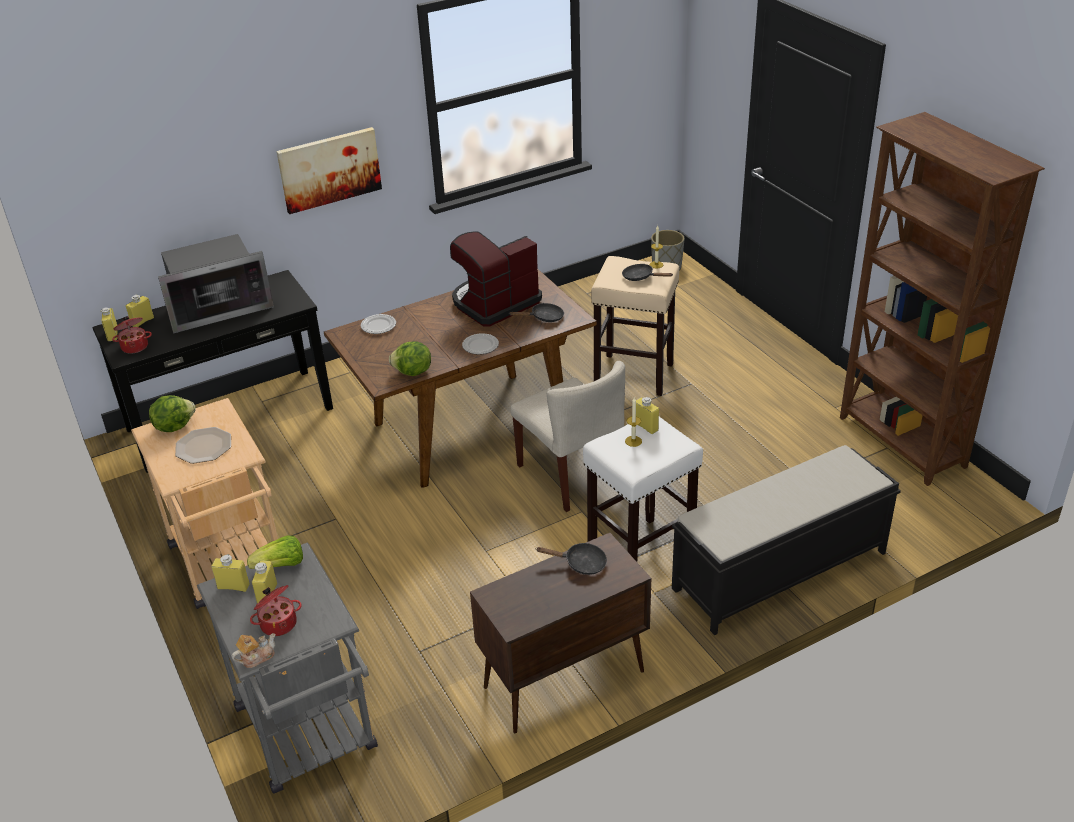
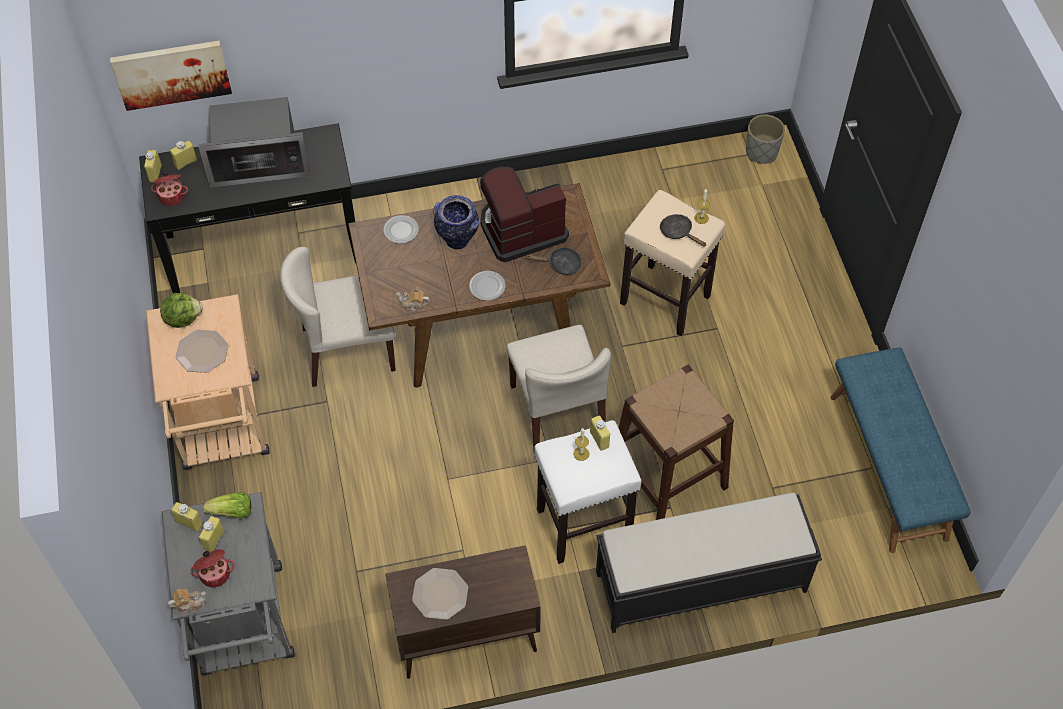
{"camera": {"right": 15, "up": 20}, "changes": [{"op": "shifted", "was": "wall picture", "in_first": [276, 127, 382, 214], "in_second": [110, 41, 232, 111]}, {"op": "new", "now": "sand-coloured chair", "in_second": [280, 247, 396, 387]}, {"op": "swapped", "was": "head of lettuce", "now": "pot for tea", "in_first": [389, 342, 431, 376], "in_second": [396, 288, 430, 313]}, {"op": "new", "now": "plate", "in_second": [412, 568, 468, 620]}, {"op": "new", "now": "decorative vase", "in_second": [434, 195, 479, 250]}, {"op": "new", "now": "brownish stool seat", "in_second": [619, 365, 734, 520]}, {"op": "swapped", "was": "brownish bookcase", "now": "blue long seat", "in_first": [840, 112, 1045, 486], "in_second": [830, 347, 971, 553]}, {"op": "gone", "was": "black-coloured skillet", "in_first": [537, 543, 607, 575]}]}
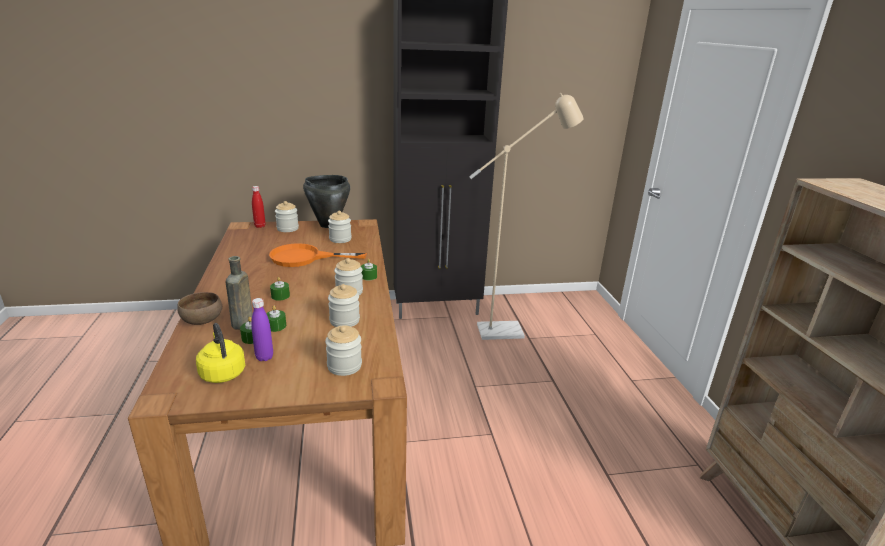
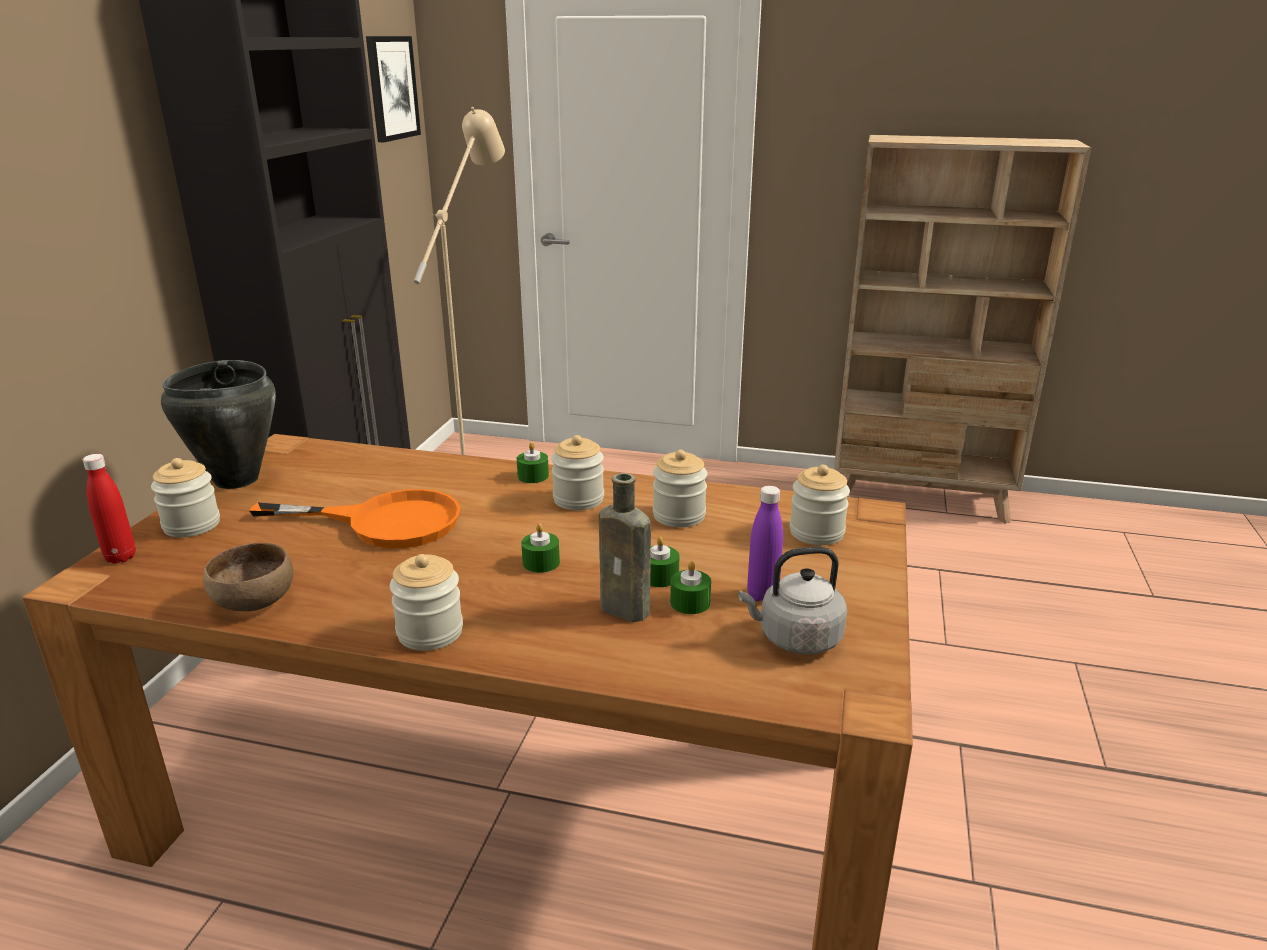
{"camera": {"right": -65, "up": 0}, "changes": [{"op": "shifted", "was": "brownish bowl", "in_first": [177, 292, 222, 325], "in_second": [203, 543, 293, 611]}, {"op": "rotated", "was": "orangey skillet", "in_first": [269, 243, 367, 267], "in_second": [249, 489, 460, 549], "clockwise": -105}, {"op": "new", "now": "wall picture", "in_second": [366, 36, 421, 142]}, {"op": "shifted", "was": "preserve jar", "in_first": [328, 211, 352, 243], "in_second": [390, 554, 463, 651]}, {"op": "repainted", "was": "yellow water kettle", "now": "gray water kettle", "in_first": [196, 323, 245, 383], "in_second": [738, 547, 847, 654]}]}
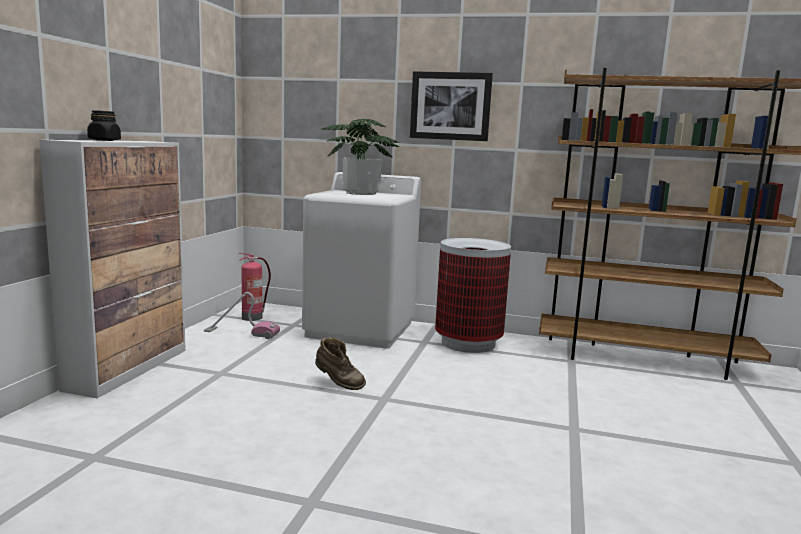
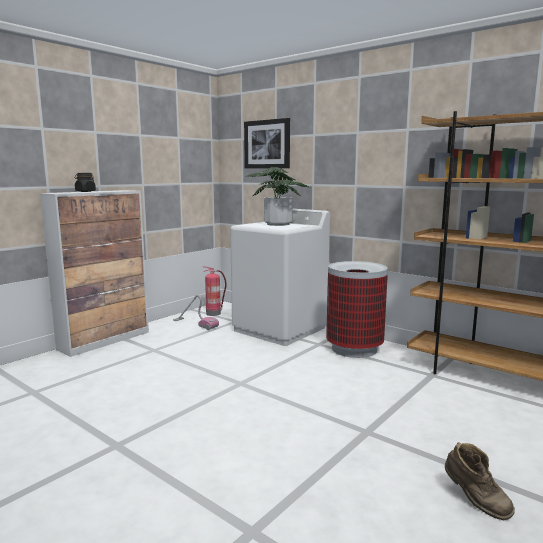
{"camera": {"right": 25, "up": 0}, "changes": [{"op": "shifted", "was": "wall picture", "in_first": [410, 71, 493, 141], "in_second": [244, 118, 290, 169]}, {"op": "shifted", "was": "brownish tall boot", "in_first": [315, 338, 366, 390], "in_second": [445, 442, 515, 520]}]}
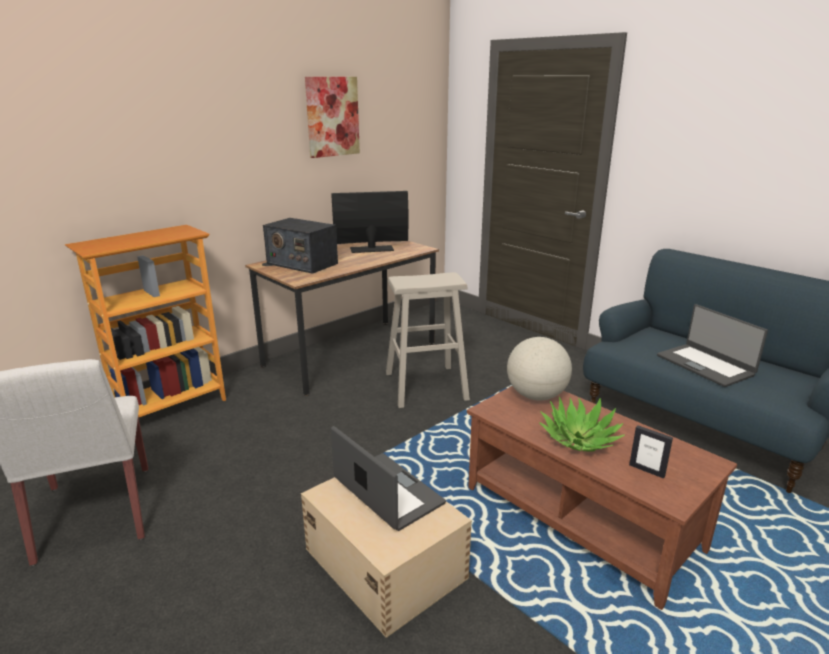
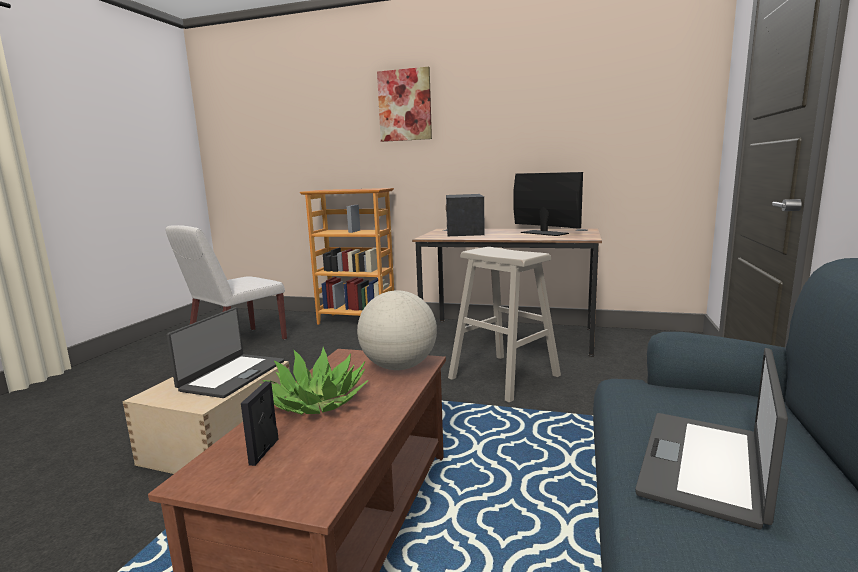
{"camera": {"right": 60, "up": -10}, "changes": [{"op": "shifted", "was": "wall picture", "in_first": [305, 77, 360, 158], "in_second": [377, 67, 432, 142]}]}
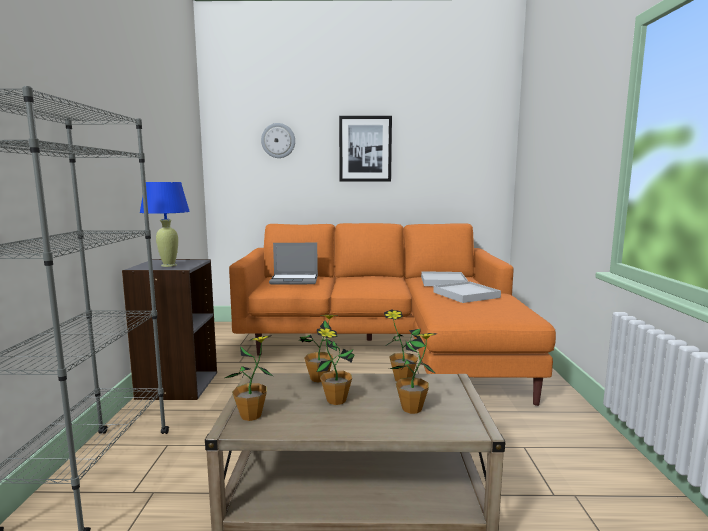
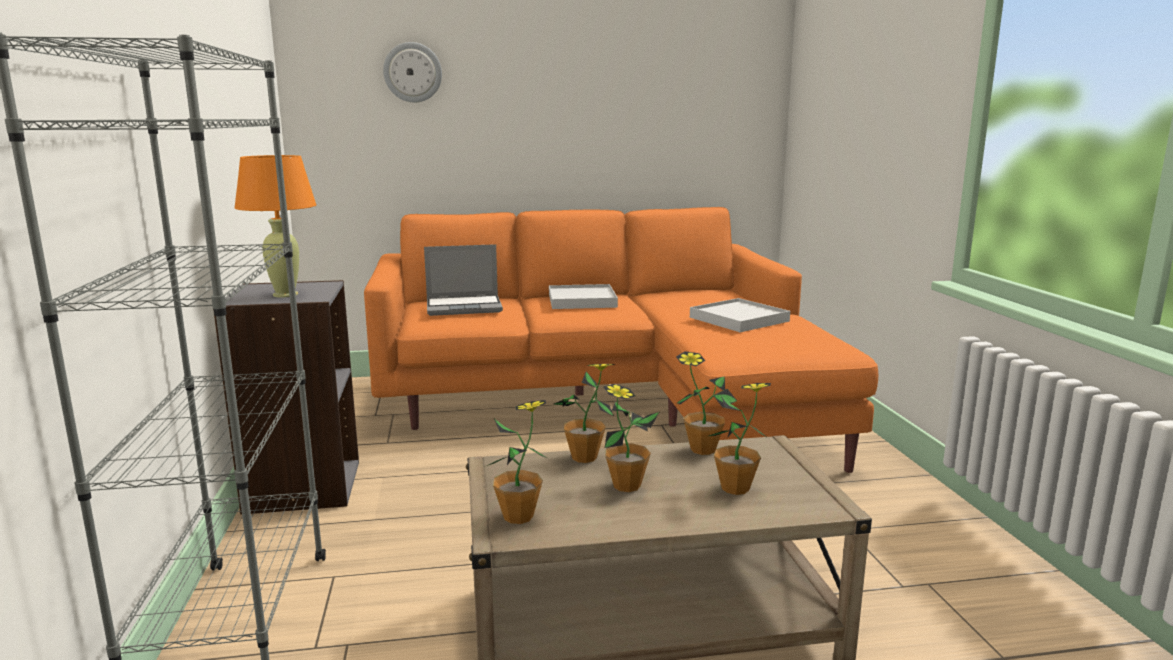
{"camera": {"right": -10, "up": 5}, "changes": [{"op": "repainted", "was": "blue lamp for a table", "now": "orangey lamp for a table", "in_first": [140, 182, 190, 267], "in_second": [234, 155, 317, 297]}, {"op": "shifted", "was": "white-coloured carrying tray", "in_first": [421, 271, 468, 286], "in_second": [549, 284, 618, 309]}, {"op": "gone", "was": "wall picture", "in_first": [339, 116, 392, 181]}]}
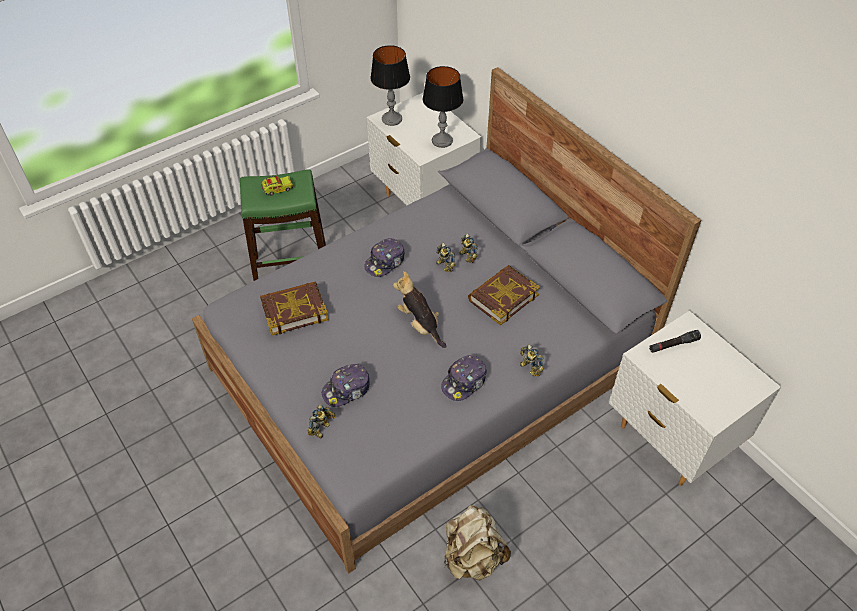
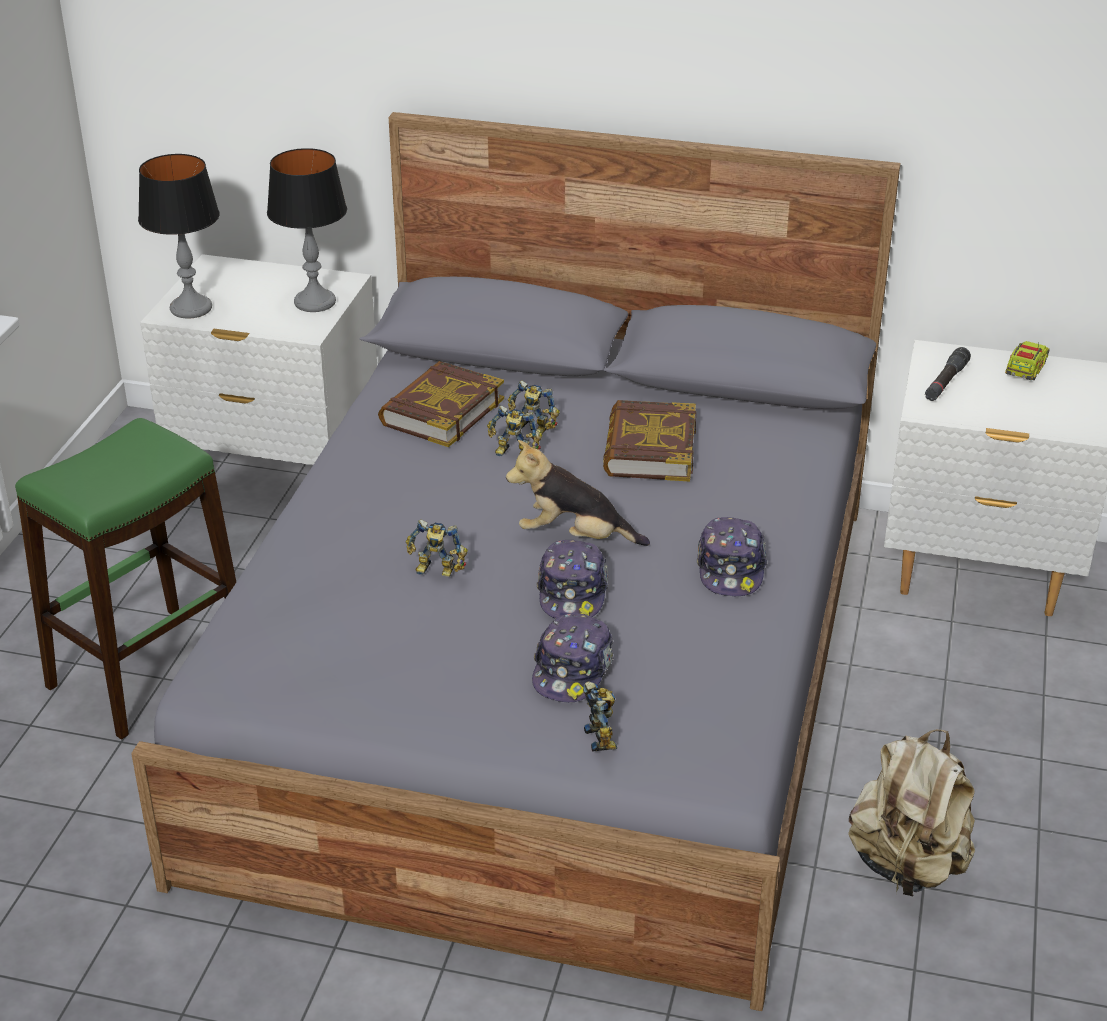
{"camera": {"right": -40, "up": -15}, "changes": [{"op": "shifted", "was": "book", "in_first": [260, 281, 329, 336], "in_second": [378, 361, 504, 447]}, {"op": "shifted", "was": "robot figure", "in_first": [520, 344, 544, 376], "in_second": [406, 520, 468, 577]}, {"op": "shifted", "was": "baseball cap", "in_first": [364, 238, 405, 277], "in_second": [537, 540, 608, 619]}, {"op": "shifted", "was": "model truck", "in_first": [261, 175, 293, 196], "in_second": [1005, 341, 1050, 380]}]}
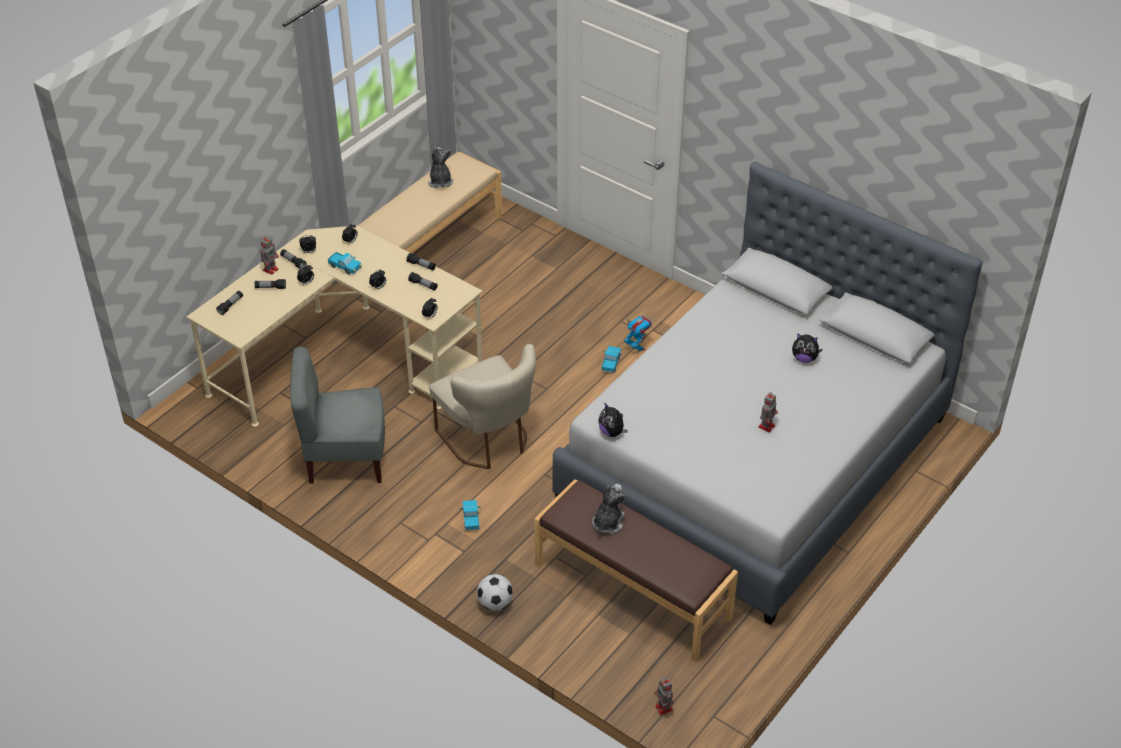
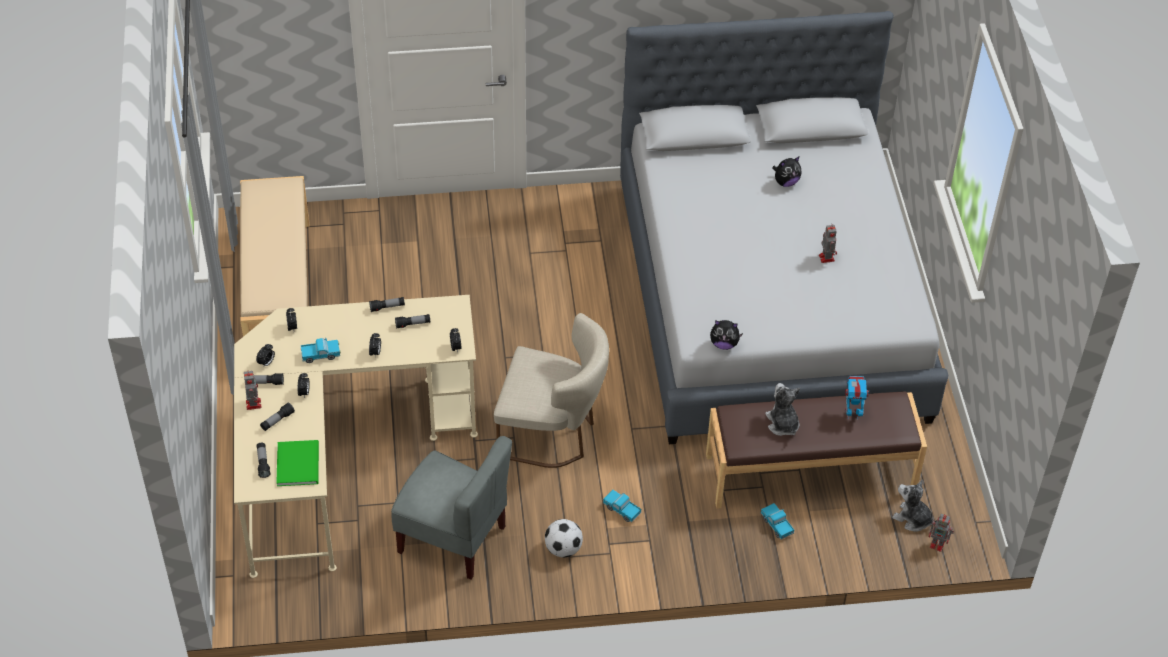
{"camera": {"right": -45, "up": 5}, "changes": [{"op": "new", "now": "greenish book", "in_second": [276, 440, 319, 486]}, {"op": "rotated", "was": "gray chair", "in_first": [290, 347, 385, 484], "in_second": [391, 436, 512, 580], "clockwise": -105}, {"op": "shifted", "was": "football ball", "in_first": [477, 574, 513, 611], "in_second": [545, 519, 583, 558]}, {"op": "shifted", "was": "model truck", "in_first": [601, 346, 622, 373], "in_second": [761, 503, 794, 540]}, {"op": "shifted", "was": "robot figure", "in_first": [624, 316, 652, 354], "in_second": [845, 376, 870, 420]}, {"op": "shifted", "was": "soft toy", "in_first": [428, 147, 453, 188], "in_second": [892, 480, 937, 532]}]}
